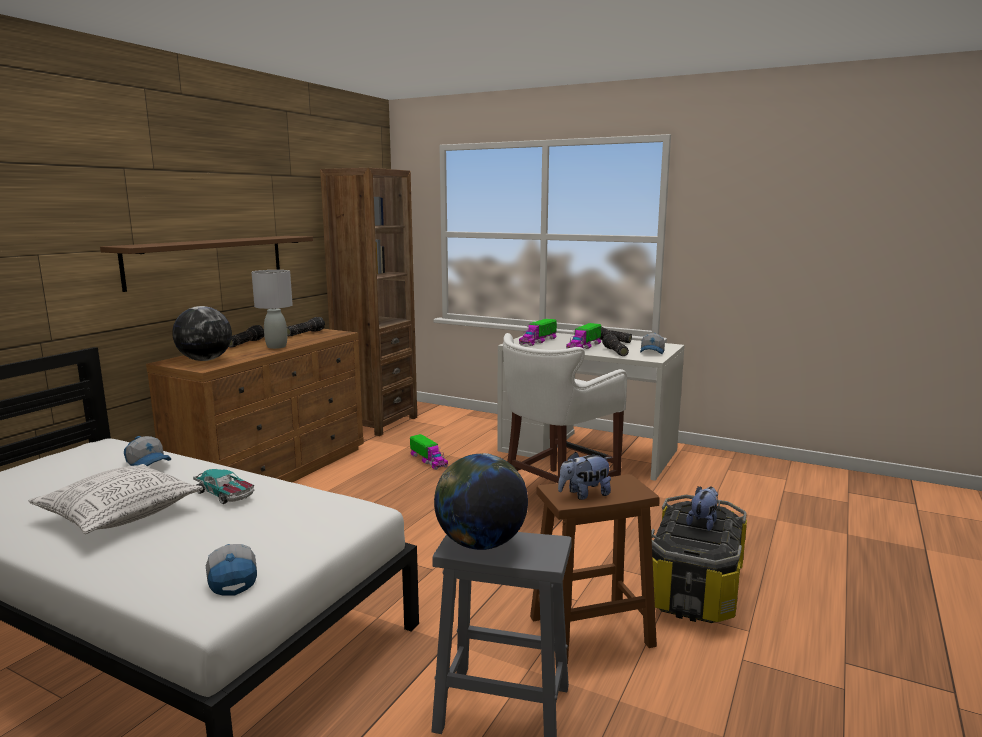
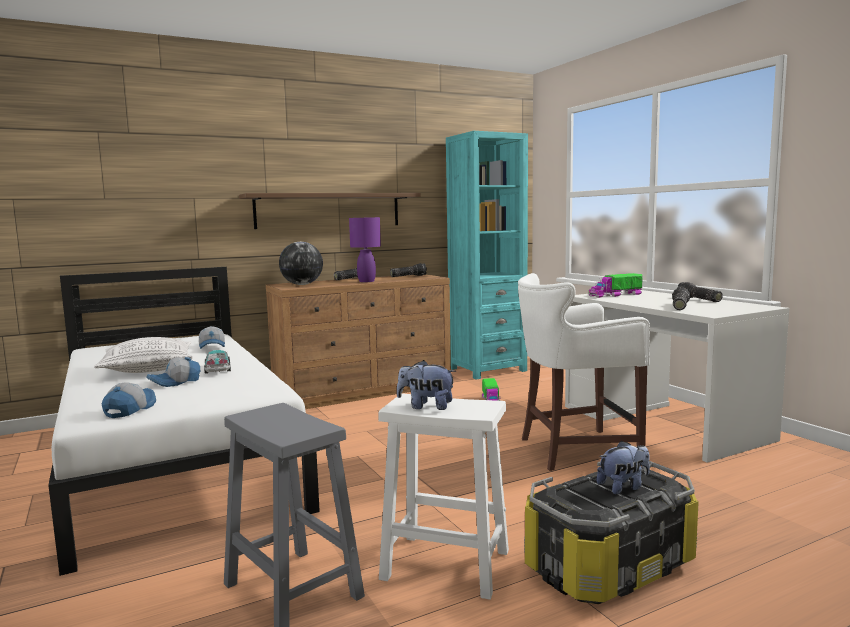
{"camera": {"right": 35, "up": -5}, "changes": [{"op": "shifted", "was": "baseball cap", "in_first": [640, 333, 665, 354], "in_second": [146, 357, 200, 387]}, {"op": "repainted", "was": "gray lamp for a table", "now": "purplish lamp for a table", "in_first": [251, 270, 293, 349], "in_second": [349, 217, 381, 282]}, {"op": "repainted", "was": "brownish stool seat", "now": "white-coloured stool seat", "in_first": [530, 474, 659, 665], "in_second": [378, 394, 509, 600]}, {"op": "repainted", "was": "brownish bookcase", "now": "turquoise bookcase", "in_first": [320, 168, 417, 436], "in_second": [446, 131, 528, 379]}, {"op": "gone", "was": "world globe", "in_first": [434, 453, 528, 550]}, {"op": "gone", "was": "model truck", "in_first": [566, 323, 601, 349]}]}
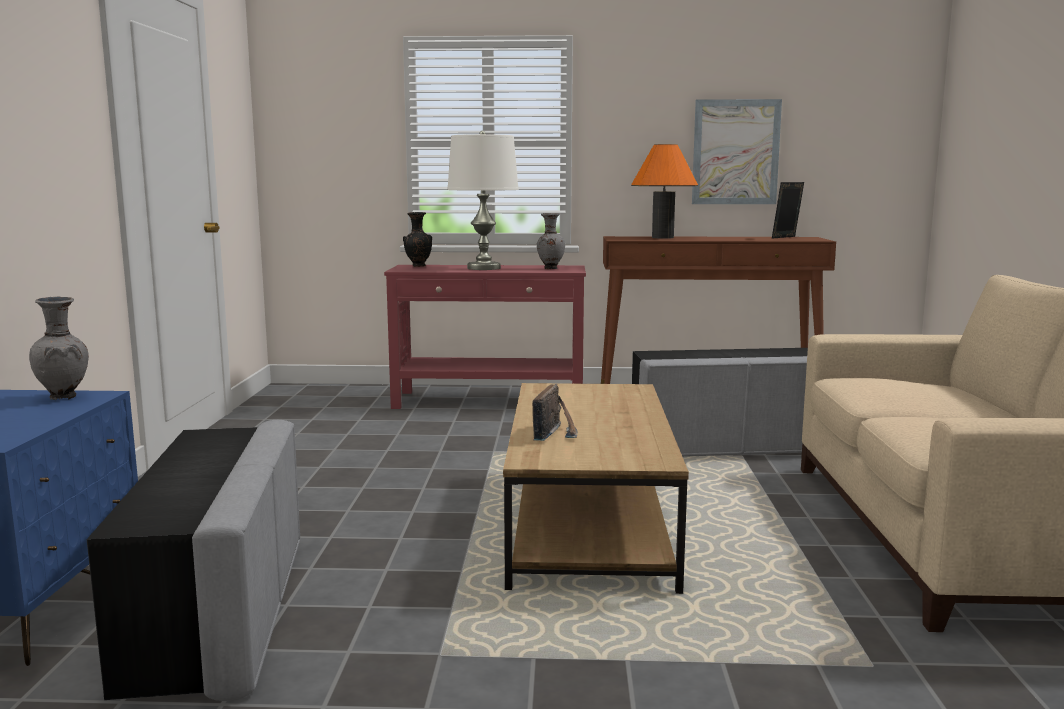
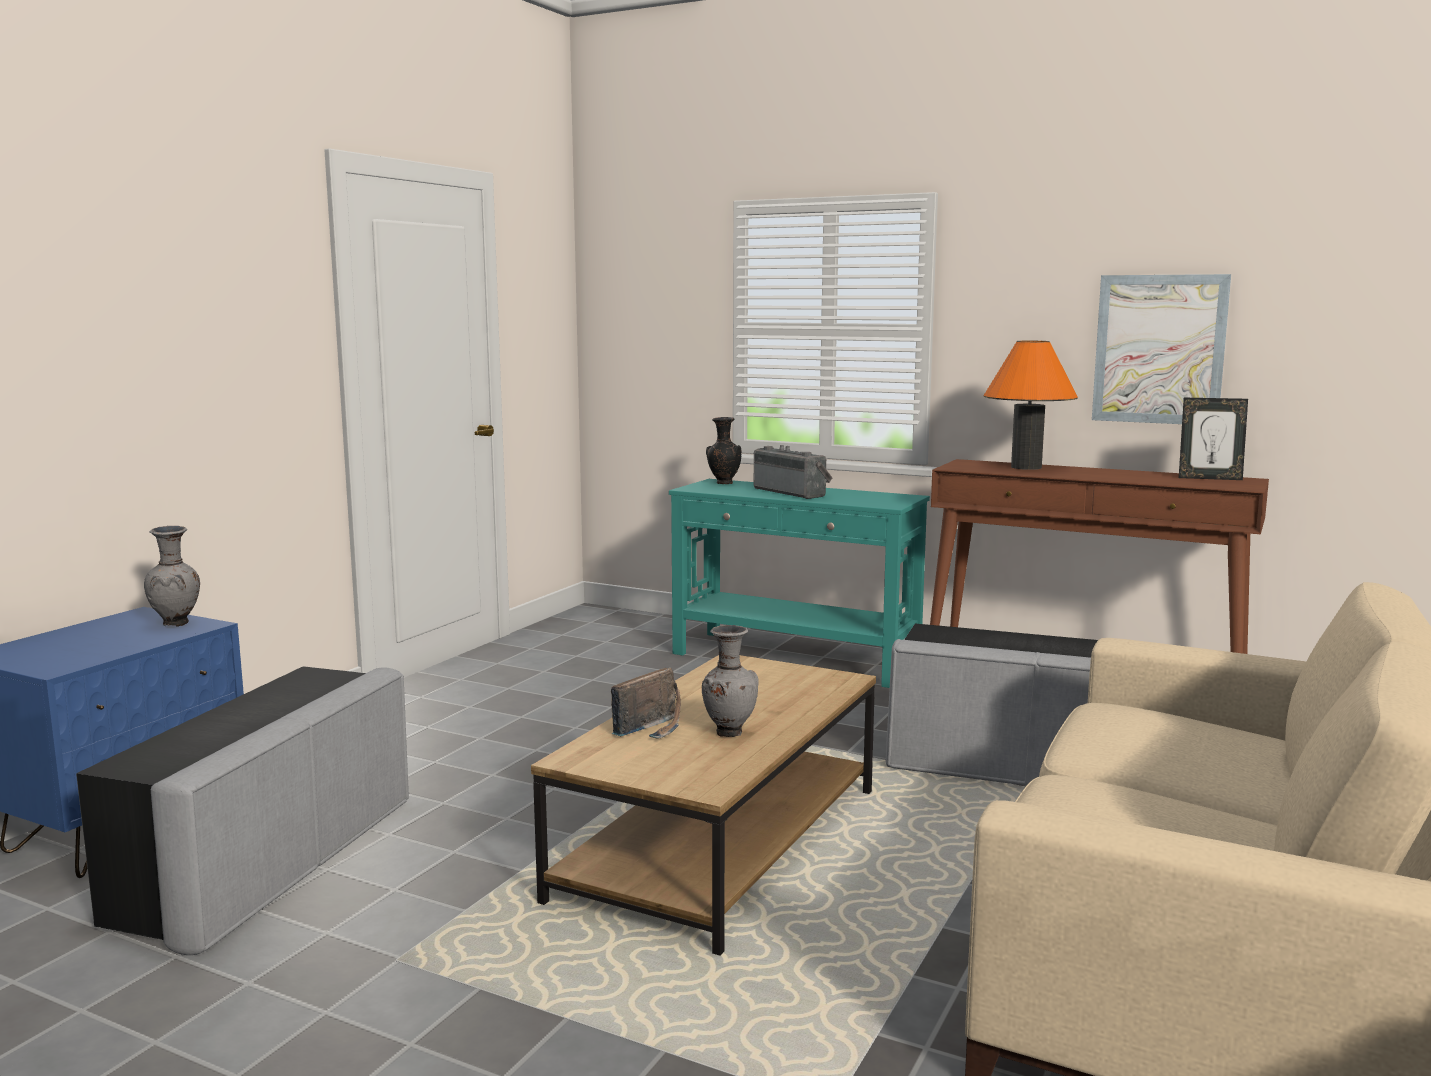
{"camera": {"right": 25, "up": 0}, "changes": [{"op": "repainted", "was": "reddish console table", "now": "turquoise console table", "in_first": [384, 265, 586, 409], "in_second": [669, 479, 930, 688]}, {"op": "shifted", "was": "gray decorative vase", "in_first": [537, 213, 565, 269], "in_second": [702, 625, 759, 737]}, {"op": "swapped", "was": "white-coloured lamp for a table", "now": "radio set", "in_first": [447, 131, 519, 270], "in_second": [754, 445, 832, 499]}, {"op": "rotated", "was": "standing frame", "in_first": [772, 182, 804, 239], "in_second": [1179, 398, 1248, 480], "clockwise": -150}]}
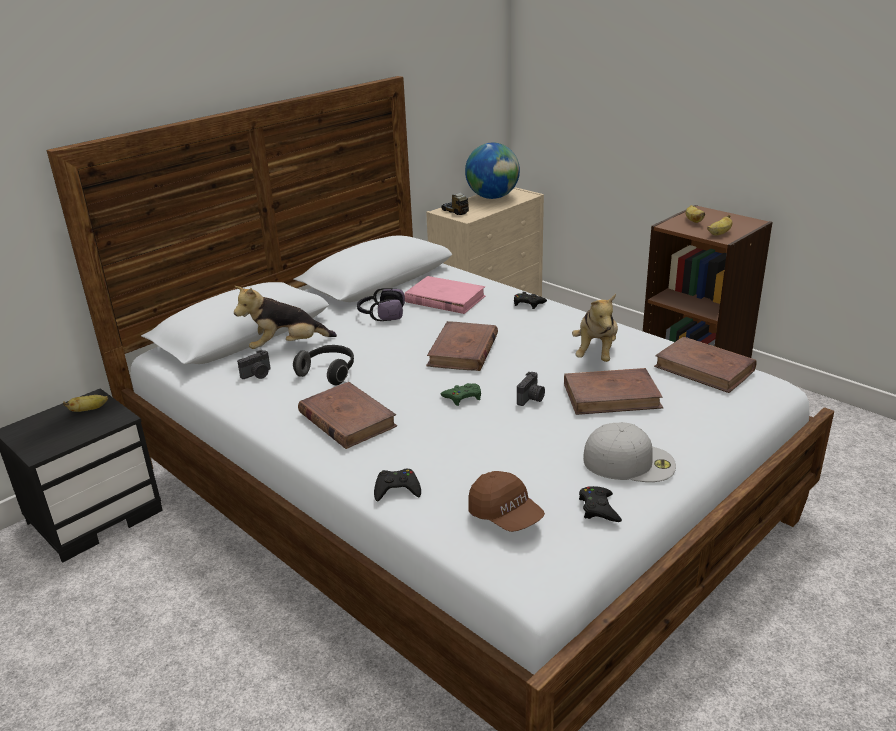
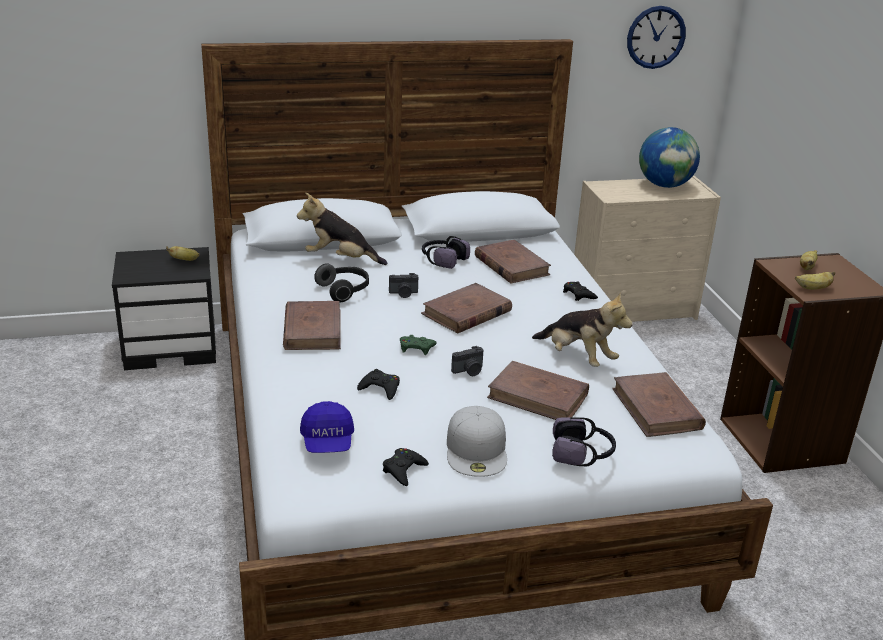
{"camera": {"right": 30, "up": 0}, "changes": [{"op": "repainted", "was": "brownish baseball cap", "now": "blue baseball cap", "in_first": [468, 471, 545, 532], "in_second": [300, 401, 354, 453]}, {"op": "shifted", "was": "black-coloured joypad", "in_first": [374, 469, 421, 501], "in_second": [357, 369, 400, 400]}, {"op": "shifted", "was": "photo camera", "in_first": [237, 350, 271, 379], "in_second": [389, 273, 418, 298]}, {"op": "rotated", "was": "white-coloured baseball cap", "in_first": [583, 422, 676, 482], "in_second": [447, 406, 507, 477], "clockwise": 45}, {"op": "repainted", "was": "pinkish book", "now": "brownish book", "in_first": [404, 276, 486, 314], "in_second": [475, 240, 551, 283]}, {"op": "rotated", "was": "soft toy", "in_first": [572, 294, 618, 362], "in_second": [532, 292, 633, 367], "clockwise": -90}, {"op": "new", "now": "pair of headphones", "in_second": [552, 417, 616, 466]}, {"op": "new", "now": "wall clock", "in_second": [627, 6, 686, 69]}, {"op": "gone", "was": "model truck", "in_first": [441, 192, 469, 215]}]}
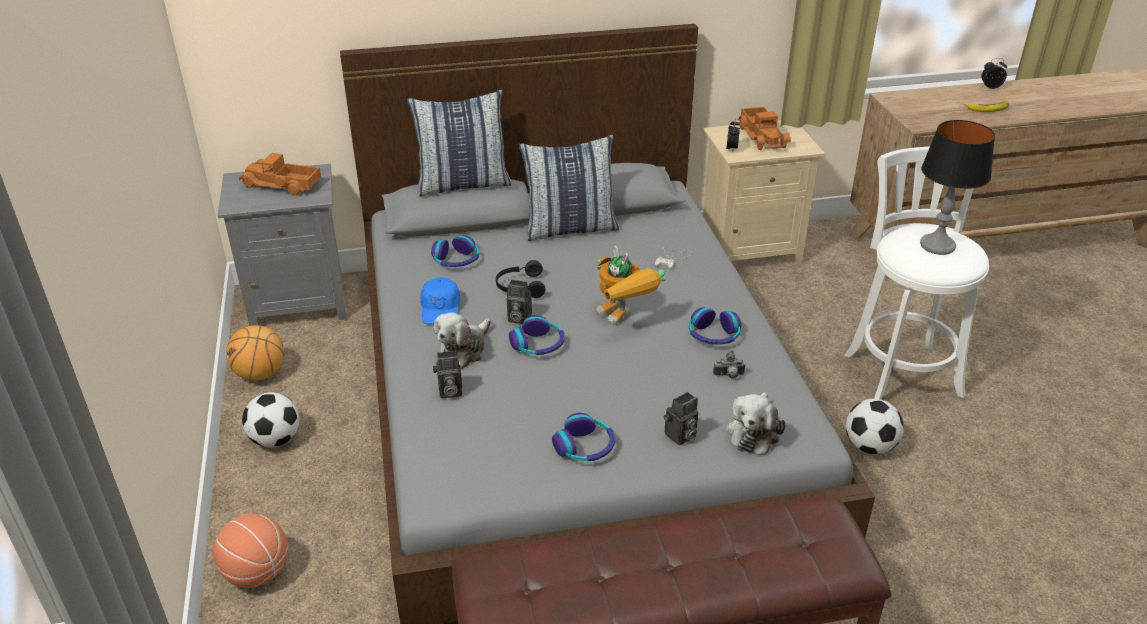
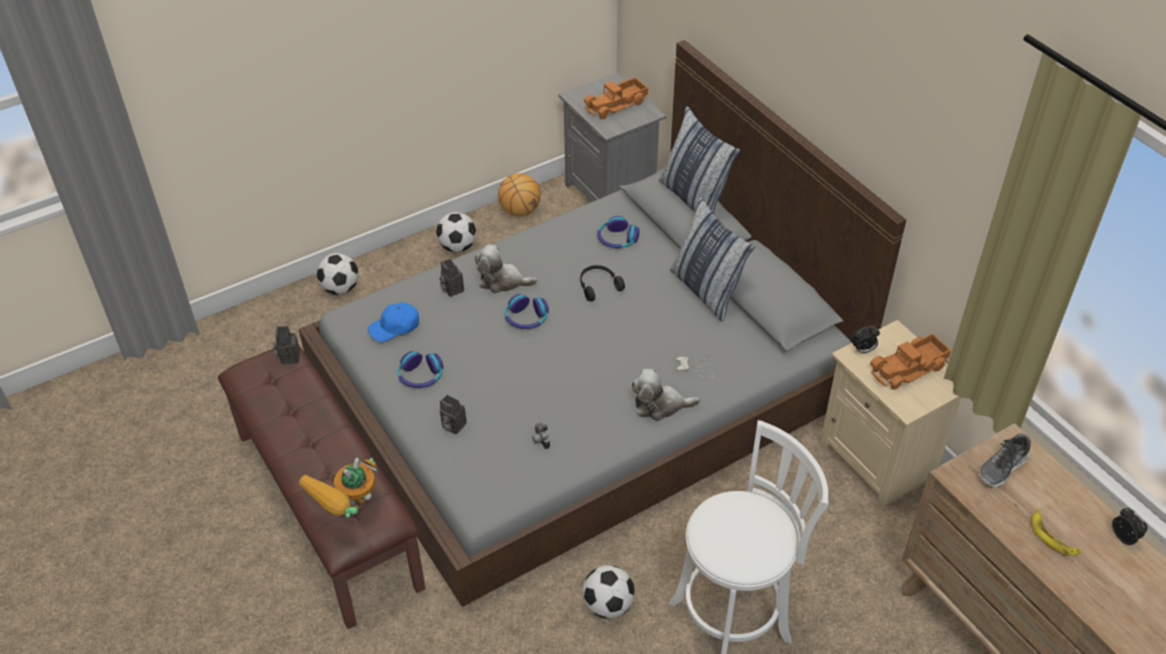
{"camera": {"right": 70, "up": 10}, "changes": [{"op": "shifted", "was": "photo camera", "in_first": [507, 280, 532, 324], "in_second": [273, 325, 300, 364]}, {"op": "shifted", "was": "robot figure", "in_first": [596, 246, 666, 326], "in_second": [299, 458, 378, 518]}, {"op": "swapped", "was": "basketball", "now": "football ball", "in_first": [213, 514, 288, 588], "in_second": [316, 253, 359, 295]}, {"op": "shifted", "was": "blue baseball cap", "in_first": [420, 277, 460, 324], "in_second": [368, 302, 419, 342]}, {"op": "rotated", "was": "model truck", "in_first": [239, 153, 321, 195], "in_second": [584, 77, 648, 119], "clockwise": -120}, {"op": "shifted", "was": "soft toy", "in_first": [726, 392, 786, 455], "in_second": [631, 369, 700, 421]}, {"op": "new", "now": "item of footwear", "in_second": [979, 433, 1031, 487]}, {"op": "gone", "was": "pair of headphones", "in_first": [689, 307, 741, 345]}, {"op": "gone", "was": "lamp for a table", "in_first": [920, 120, 995, 255]}]}
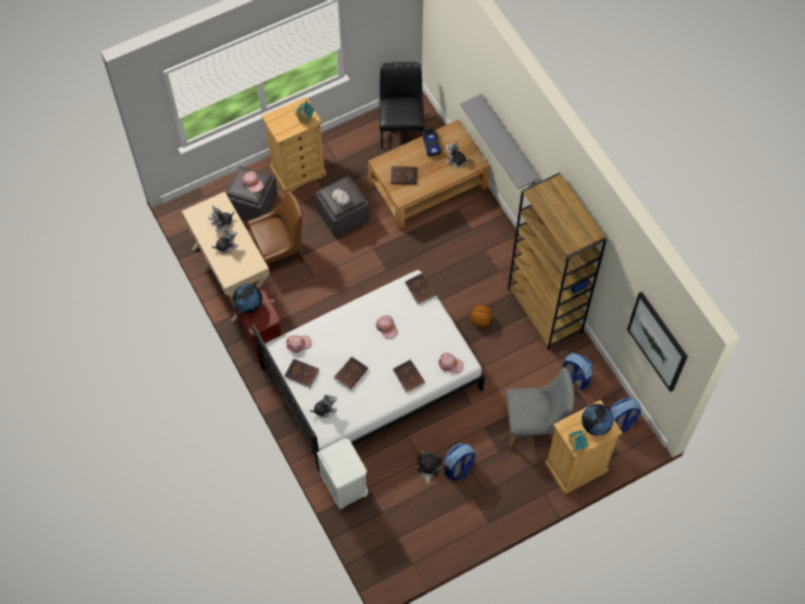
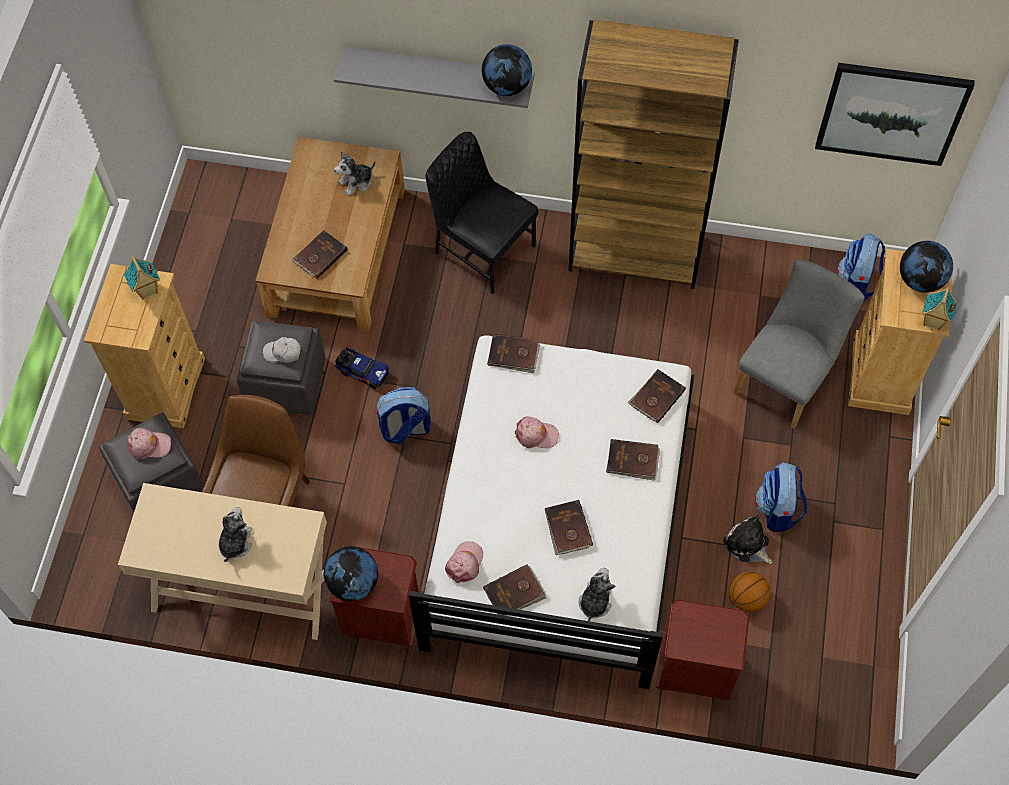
{"camera": {"right": -50, "up": 0}, "changes": [{"op": "shifted", "was": "model truck", "in_first": [422, 127, 442, 156], "in_second": [335, 347, 389, 389]}, {"op": "shifted", "was": "backpack", "in_first": [563, 353, 592, 390], "in_second": [375, 387, 431, 444]}, {"op": "shifted", "was": "black-coloured chair", "in_first": [379, 62, 425, 149], "in_second": [426, 132, 539, 294]}, {"op": "new", "now": "world globe", "in_second": [482, 44, 532, 96]}, {"op": "swapped", "was": "pinkish baseball cap", "now": "brownish book", "in_first": [438, 353, 464, 374], "in_second": [628, 369, 686, 423]}, {"op": "repainted", "was": "white-coloured bedside table", "now": "brownish bedside table", "in_first": [316, 438, 368, 509], "in_second": [656, 600, 749, 701]}, {"op": "shifted", "was": "basketball", "in_first": [470, 305, 493, 327], "in_second": [729, 572, 770, 612]}, {"op": "gone", "was": "soft toy", "in_first": [208, 206, 234, 232]}]}
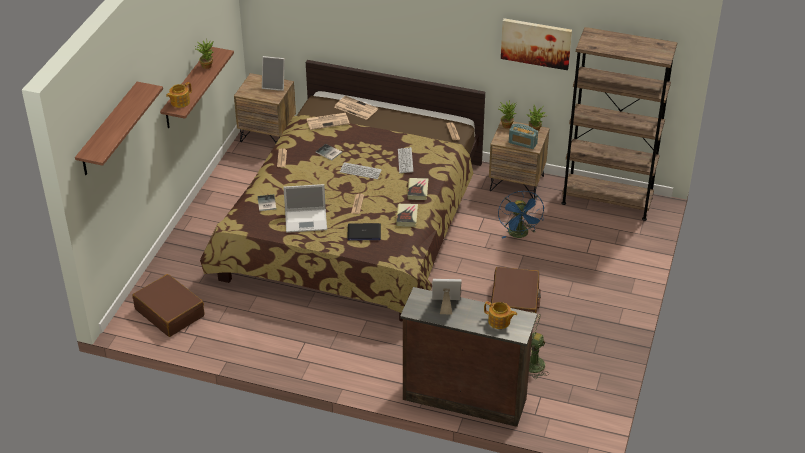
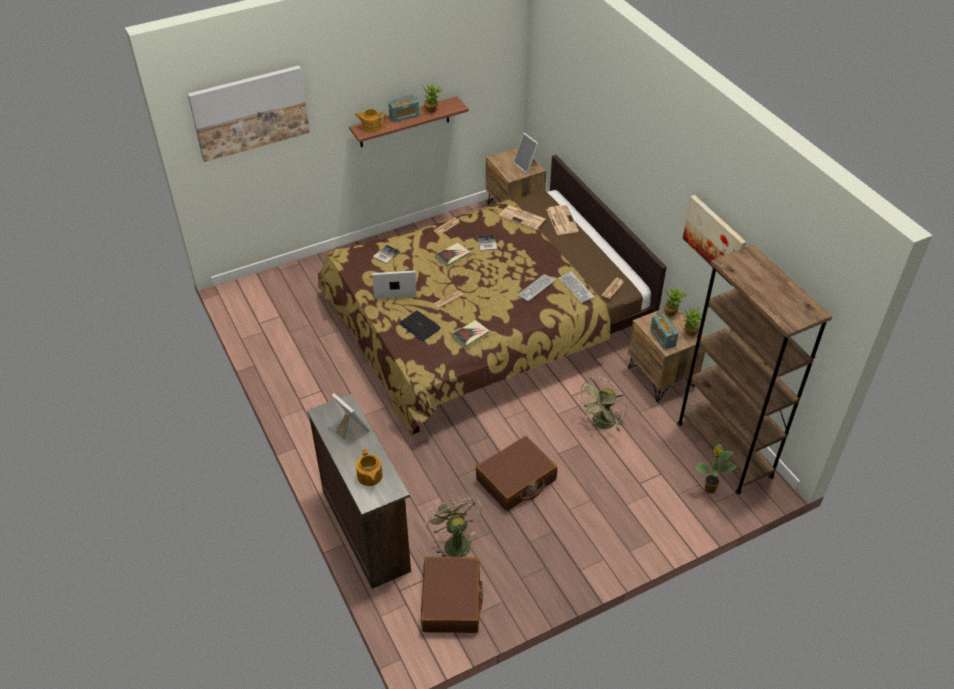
{"camera": {"right": 45, "up": 5}, "changes": [{"op": "swapped", "was": "shelf", "now": "wall picture", "in_first": [75, 82, 163, 175], "in_second": [188, 65, 310, 162]}, {"op": "rotated", "was": "notebook computer", "in_first": [283, 184, 327, 233], "in_second": [372, 271, 417, 299], "clockwise": 135}, {"op": "new", "now": "radio set", "in_second": [388, 95, 419, 122]}, {"op": "shifted", "was": "brownish suitcase", "in_first": [132, 274, 204, 337], "in_second": [421, 557, 483, 633]}, {"op": "shifted", "was": "book", "in_first": [407, 178, 429, 200], "in_second": [435, 243, 470, 268]}, {"op": "shifted", "was": "computer keyboard", "in_first": [340, 162, 382, 179], "in_second": [559, 272, 594, 303]}, {"op": "repainted", "was": "blue electric fan", "now": "greenish electric fan", "in_first": [498, 191, 544, 238], "in_second": [576, 377, 627, 432]}, {"op": "new", "now": "potted plant", "in_second": [694, 444, 737, 493]}]}
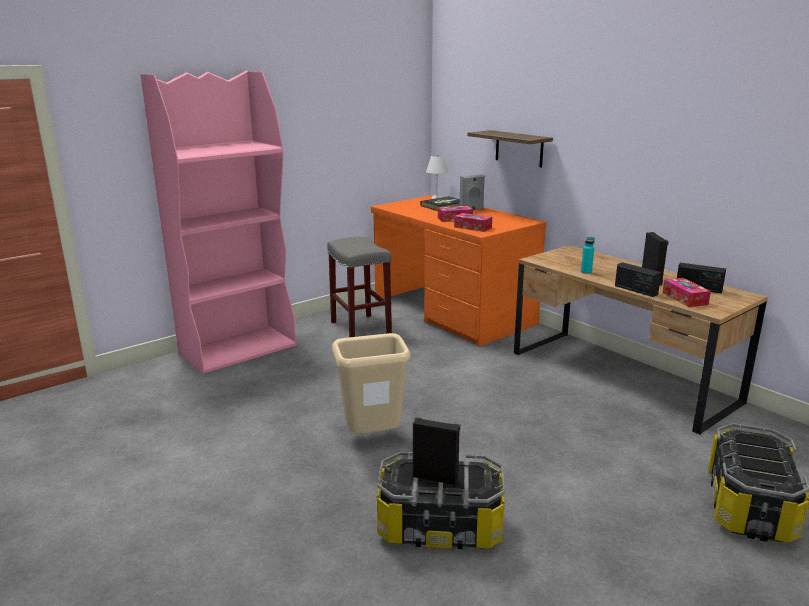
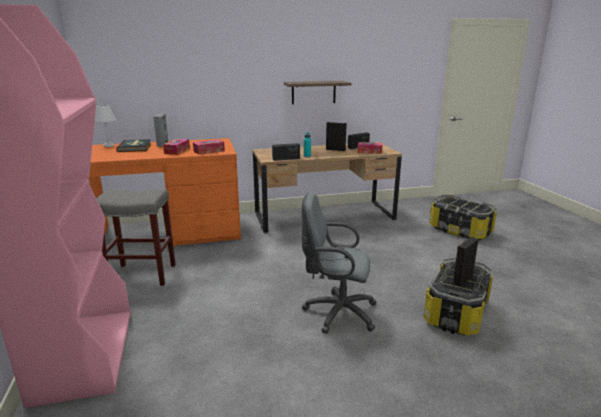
{"camera": {"right": -65, "up": 0}, "changes": [{"op": "shifted", "was": "radio set", "in_first": [615, 262, 661, 297], "in_second": [272, 143, 300, 161]}, {"op": "shifted", "was": "shelf", "in_first": [467, 130, 553, 167], "in_second": [284, 81, 351, 105]}, {"op": "swapped", "was": "sand-coloured rubbish bin", "now": "gray computer chair", "in_first": [332, 333, 411, 434], "in_second": [302, 193, 377, 334]}]}
